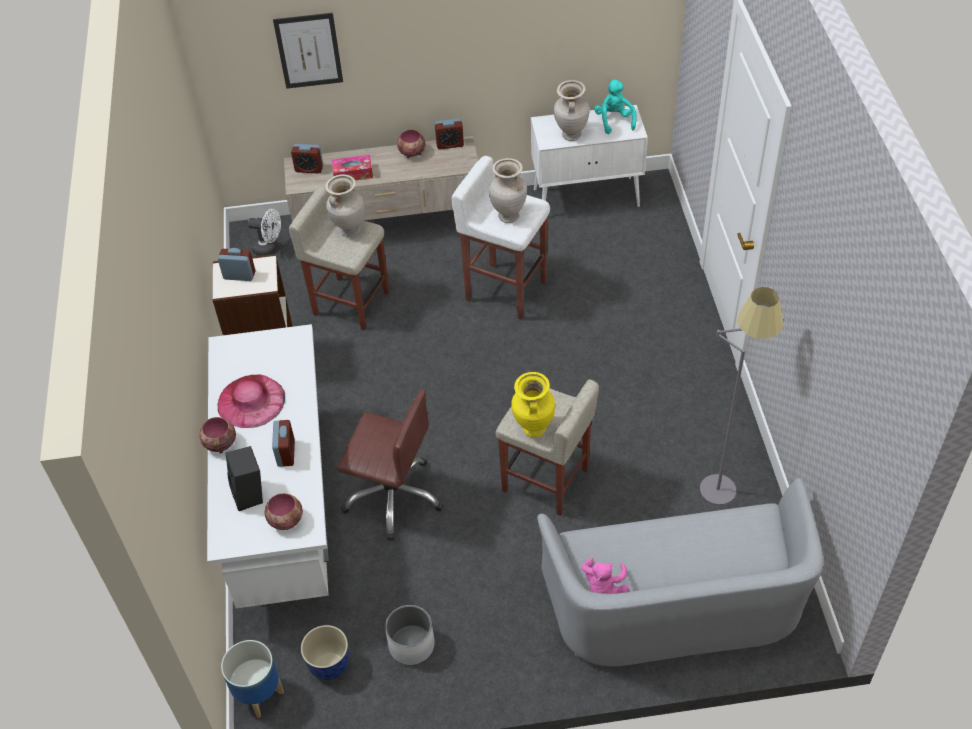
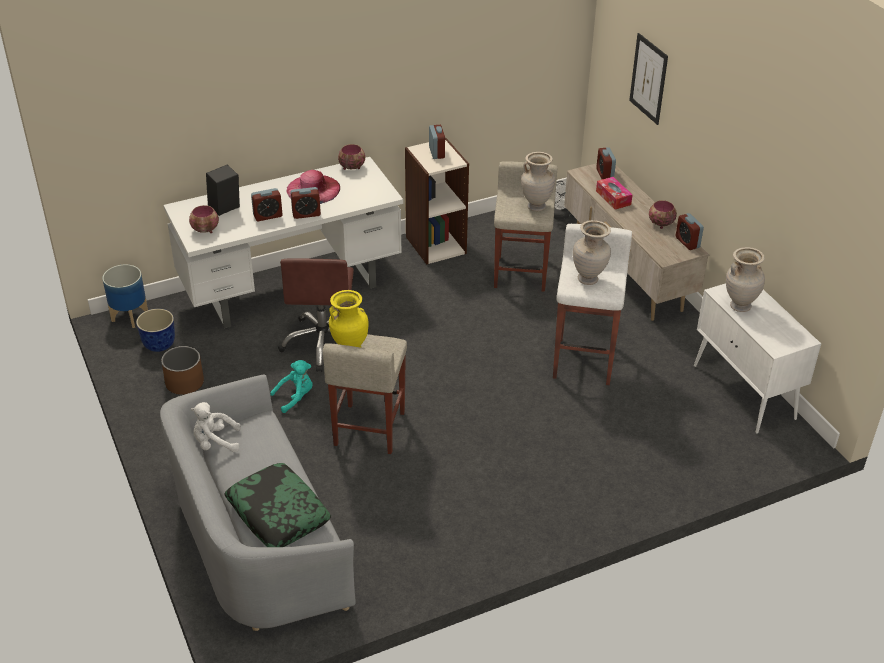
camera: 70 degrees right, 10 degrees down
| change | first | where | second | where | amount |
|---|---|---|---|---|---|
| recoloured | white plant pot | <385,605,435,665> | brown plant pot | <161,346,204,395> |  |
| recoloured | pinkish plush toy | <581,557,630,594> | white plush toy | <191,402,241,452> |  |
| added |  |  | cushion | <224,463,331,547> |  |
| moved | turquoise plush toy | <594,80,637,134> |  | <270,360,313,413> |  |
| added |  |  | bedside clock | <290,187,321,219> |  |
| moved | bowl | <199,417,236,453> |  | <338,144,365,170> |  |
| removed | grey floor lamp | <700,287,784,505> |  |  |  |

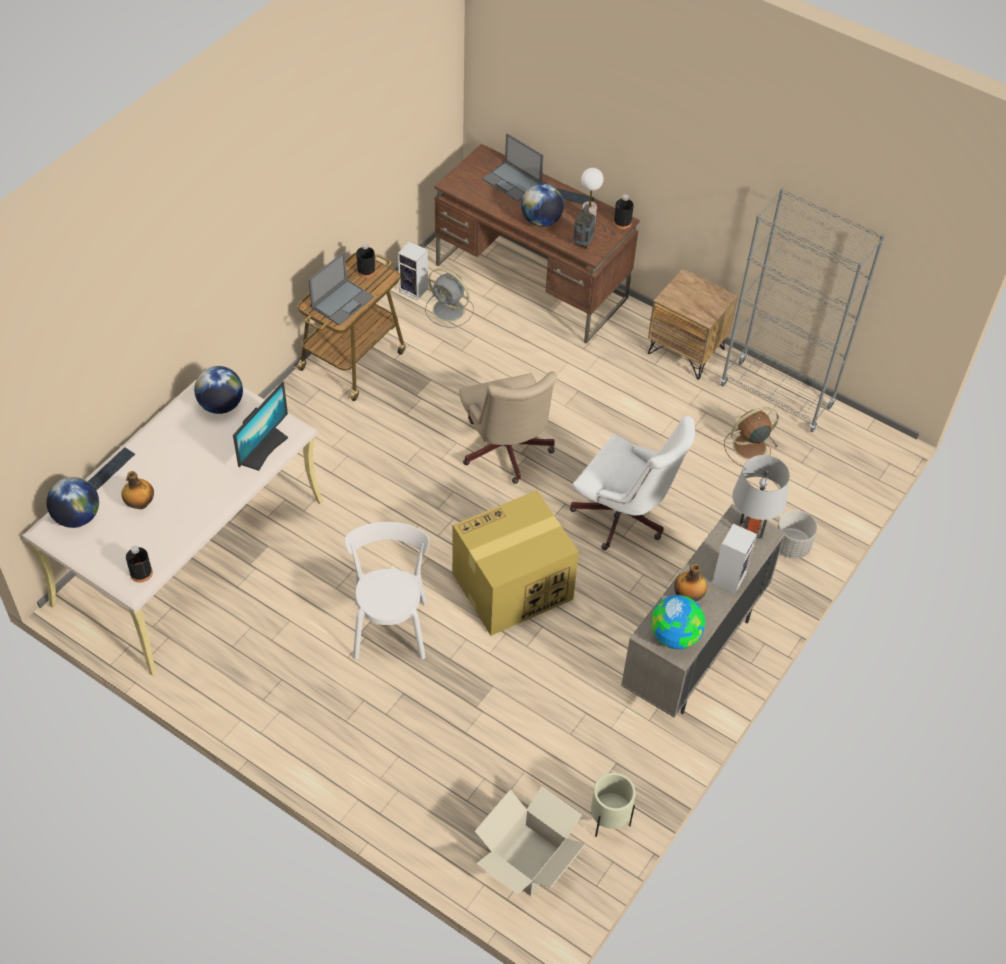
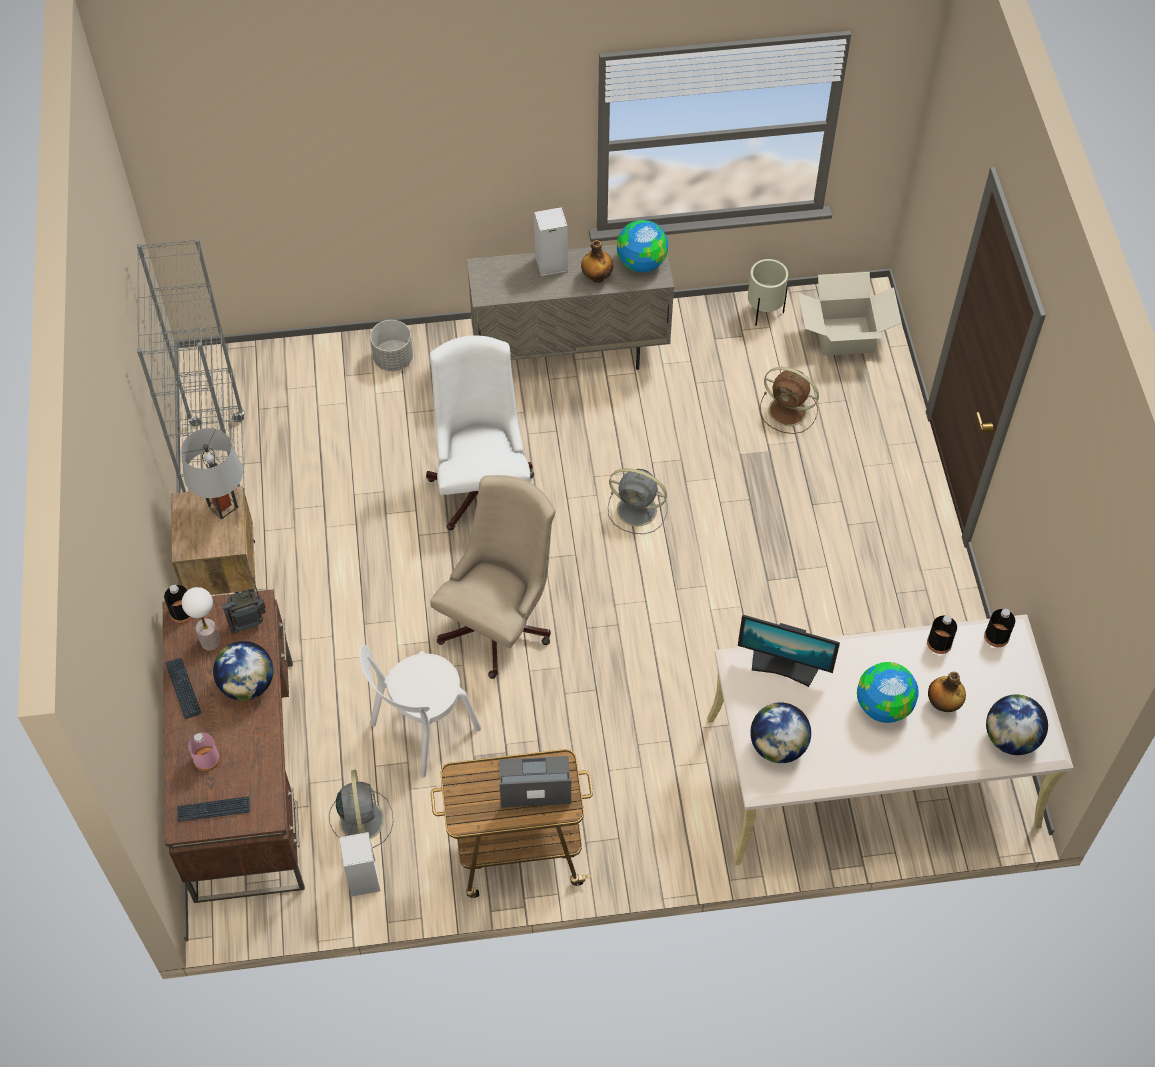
camera: 130 degrees left, 5 degrees up
| change | first | where | second | where | amount |
|---|---|---|---|---|---|
| moved | PC keyboard | <88,447,135,491> |  | <177,796,250,822> |  |
| moved | grey lamp for a table | <732,455,789,538> |  | <181,428,243,520> |  |
| replaced | notebook computer | <482,133,544,201> | pinkish drink bottle | <188,732,220,771> |  |
| moved | white upright chair | <345,522,429,660> |  | <359,644,481,778> |  |
| replaced | packing box | <452,490,579,636> | grey cooling fan | <608,468,668,534> |  |
| turned | computer screen | <233,382,288,471> |  | <738,615,840,687> | 150 degrees counterclockwise |
| moved | brown cooling fan | <724,407,779,467> |  | <760,367,819,434> |  |
| added |  |  | desk globe | <857,662,919,723> |  |
| moved | blackish drink bottle | <356,243,376,278> |  | <927,615,957,654> |  |

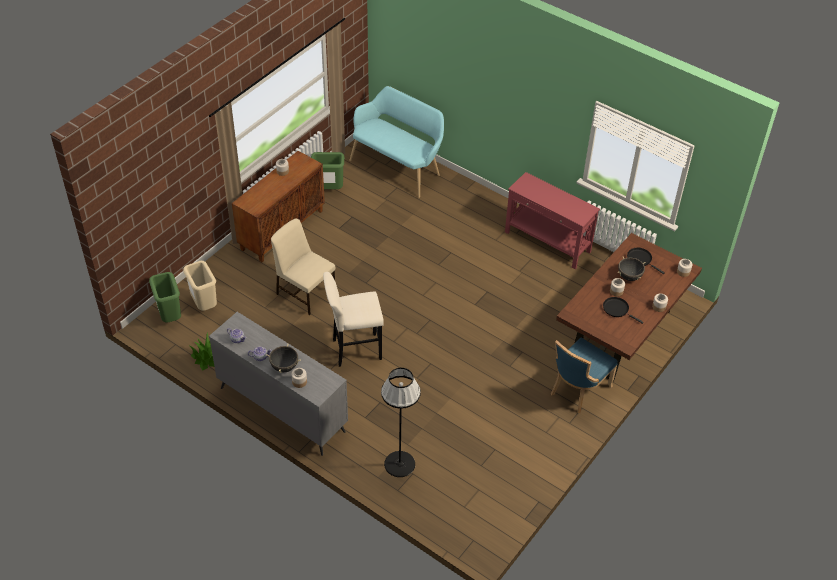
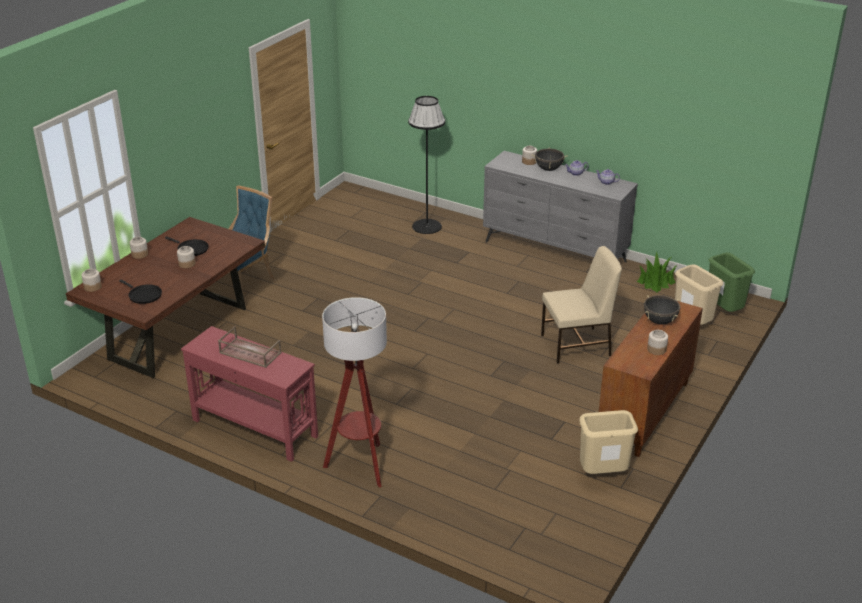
camera: 175 degrees right, 15 degrees down
| change | first | where | second | where | amount |
|---|---|---|---|---|---|
| added |  |  | brown carrying tray | <218,326,282,368> |  |
| added |  |  | floor lamp | <322,297,387,488> |  |
| turned | sand-coloured upright chair | <271,219,335,315> |  | <541,246,622,364> | 45 degrees counterclockwise |
| recoloured | greenish trash can | <311,152,345,189> | sand-coloured trash can | <579,410,638,474> |  |
| moved | blackish saucepot | <618,257,646,281> |  | <644,295,680,325> |  |
| removed | sand-coloured stool seat | <323,272,384,367> |  |  |  |
| removed | turquoise indoor bench | <349,86,444,198> |  |  |  |

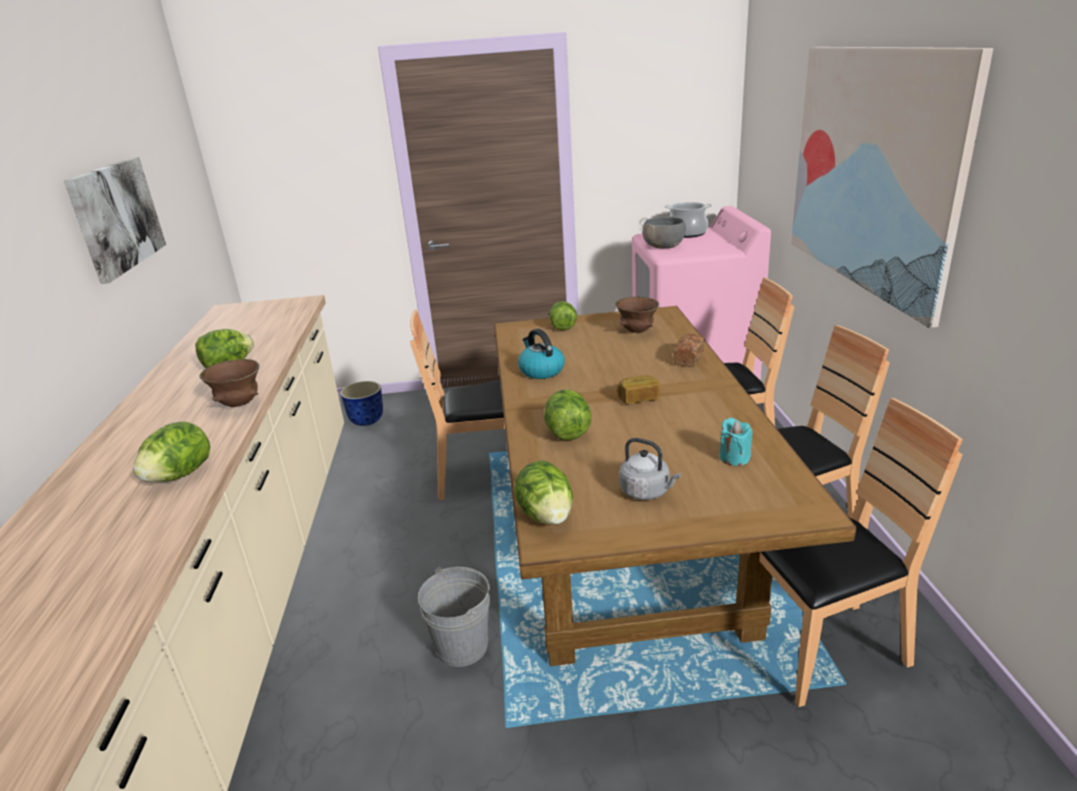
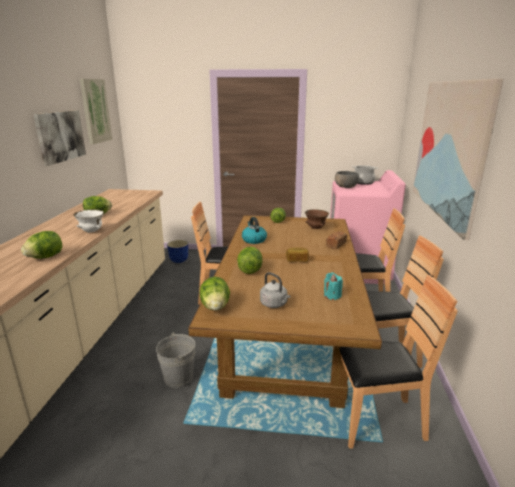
camera: 10 degrees right, 5 degrees down
| change | first | where | second | where | amount |
|---|---|---|---|---|---|
| recoloured | brown bowl | <200,359,259,407> | white bowl | <73,209,104,233> |  |
| added |  |  | wall art | <80,79,112,144> |  |

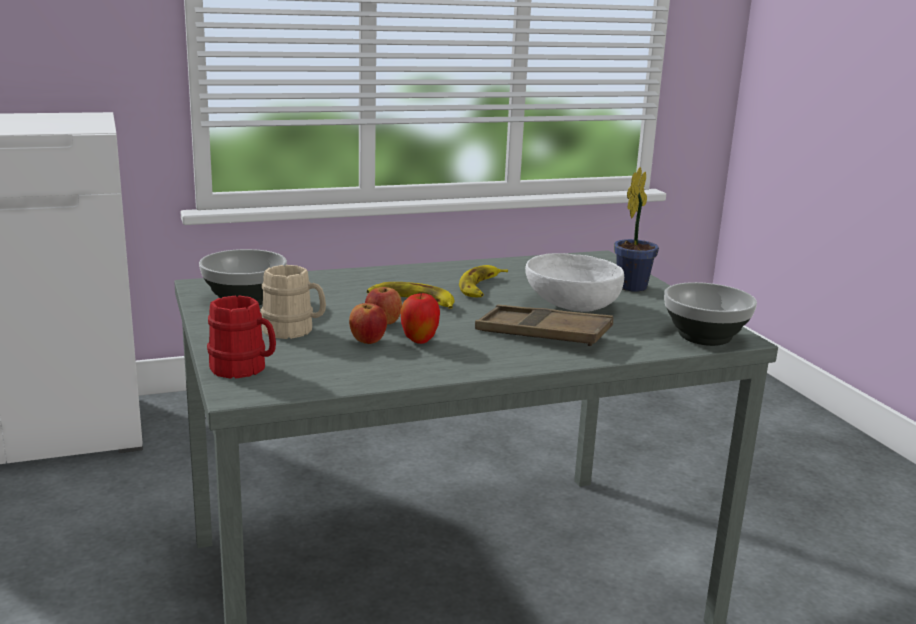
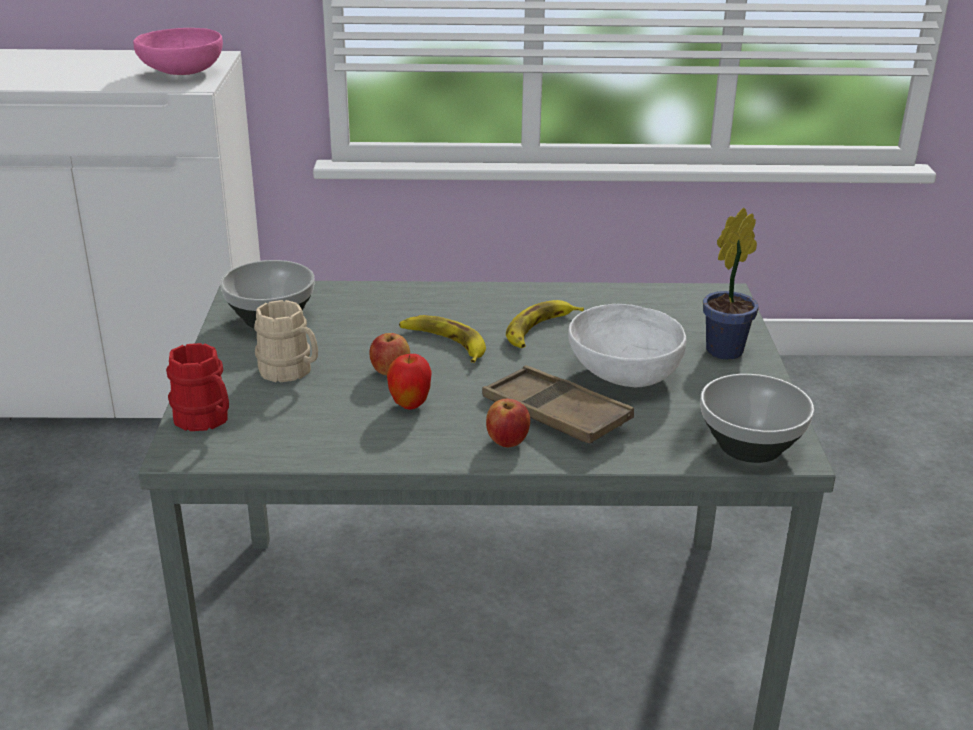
camera: 20 degrees right, 10 degrees up
| change | first | where | second | where | amount |
|---|---|---|---|---|---|
| added |  |  | pinkish bowl | <133,28,223,75> |  |
| moved | apple | <349,303,387,344> |  | <486,399,530,448> |  |

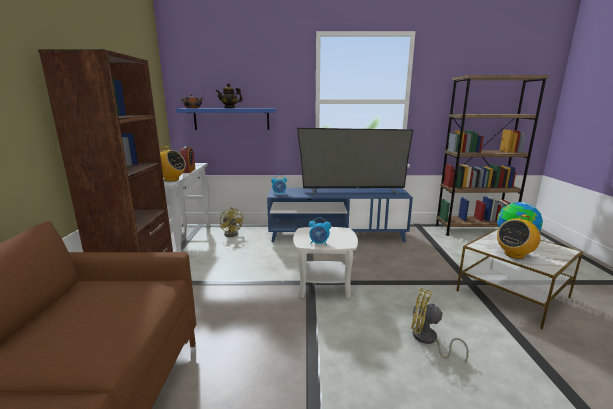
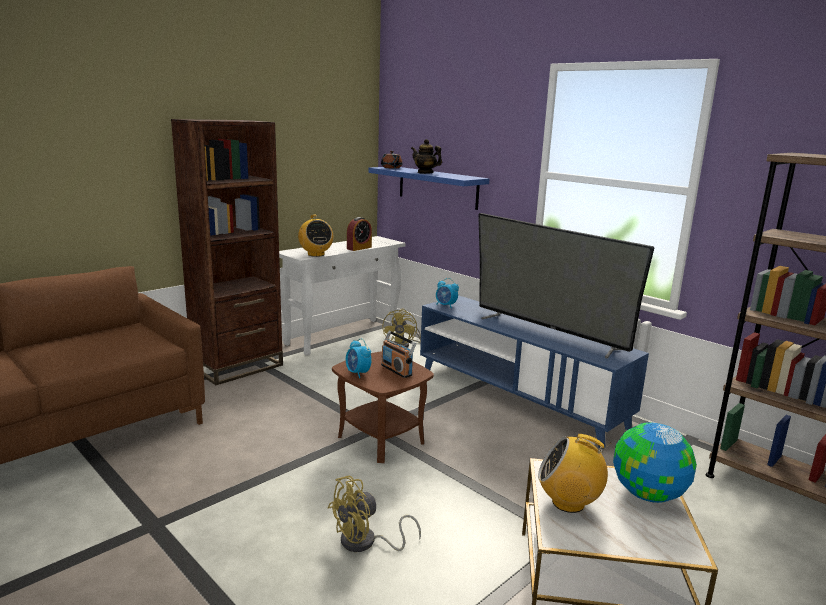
camera: 45 degrees right, 0 degrees up
| change | first | where | second | where | amount |
|---|---|---|---|---|---|
| turned | yellowish cooling fan | <411,288,469,362> |  | <328,476,421,552> | 105 degrees counterclockwise |
| recoloured | white accent table | <293,227,358,299> | brown accent table | <332,351,434,463> |  |
| added |  |  | radio set | <381,331,416,378> |  |

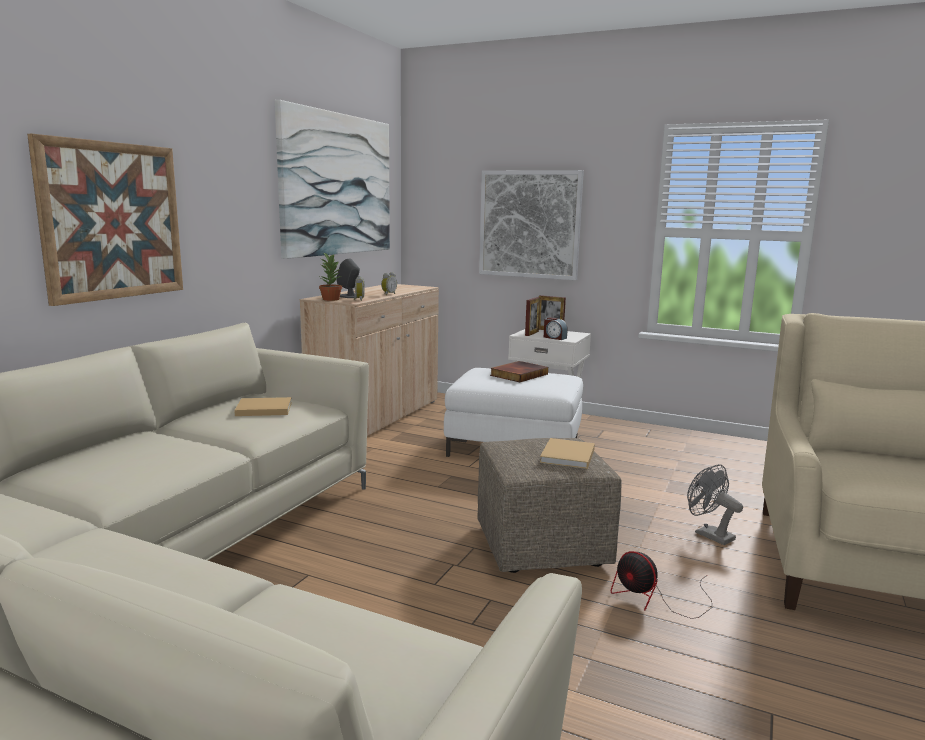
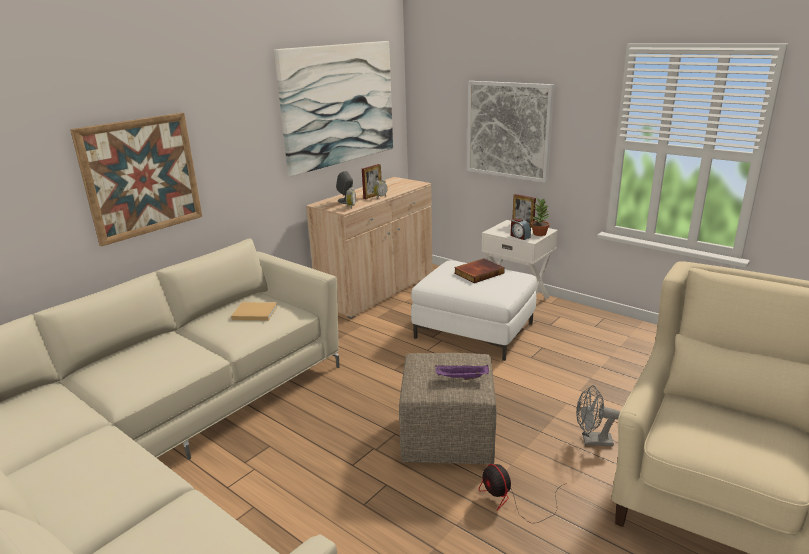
camera: 15 degrees right, 10 degrees up
| change | first | where | second | where | amount |
|---|---|---|---|---|---|
| moved | picture frame | <525,297,540,336> |  | <362,164,381,199> |  |
| replaced | sand-coloured book | <540,438,595,469> | purple carrying tray | <435,365,489,380> |  |
| moved | potted plant | <319,253,342,301> |  | <531,197,550,236> |  |
| turned | grey cooling fan | <687,464,743,545> |  | <576,385,620,446> | 60 degrees counterclockwise |

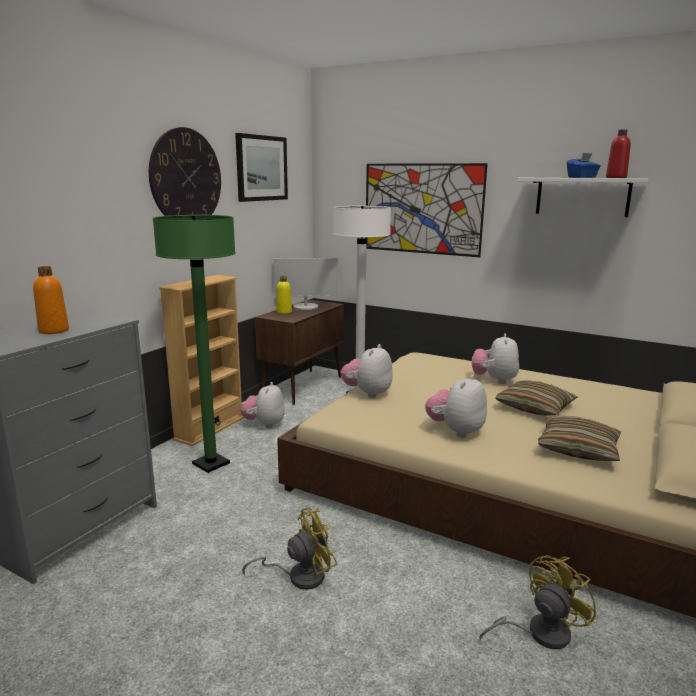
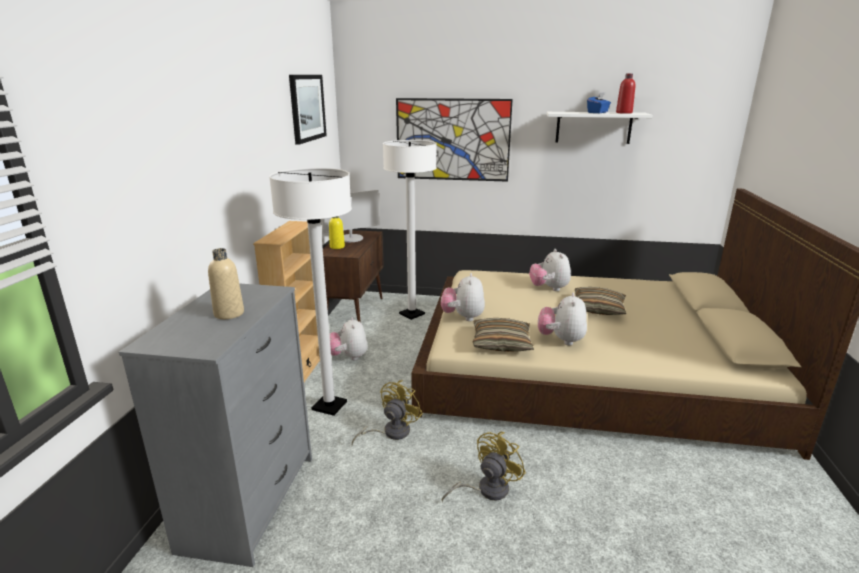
camera: 20 degrees left, 5 degrees up
| change | first | where | second | where | amount |
|---|---|---|---|---|---|
| recoloured | orangey drink bottle | <33,266,69,334> | sand-coloured drink bottle | <208,248,244,319> |  |
| recoloured | greenish floor lamp | <152,215,236,473> | white floor lamp | <269,168,352,416> |  |
| moved | yellowish cooling fan | <479,555,597,649> |  | <352,380,423,445> |  |
| moved | cushion | <538,416,622,461> |  | <473,318,534,352> |  |
| removed | wall clock | <149,127,221,216> |  |  |  |

